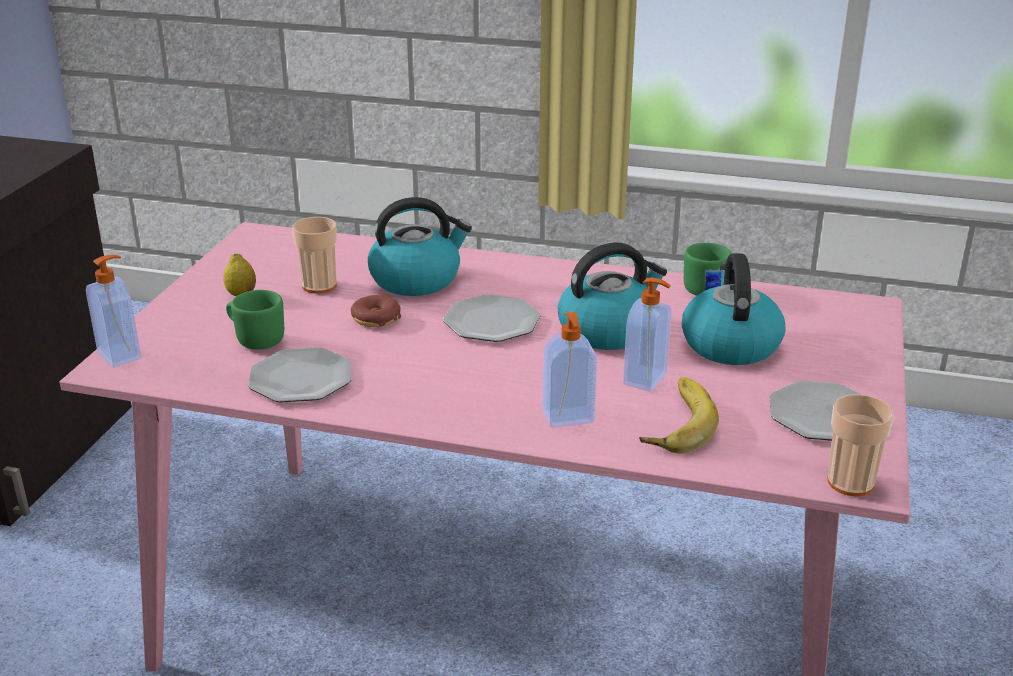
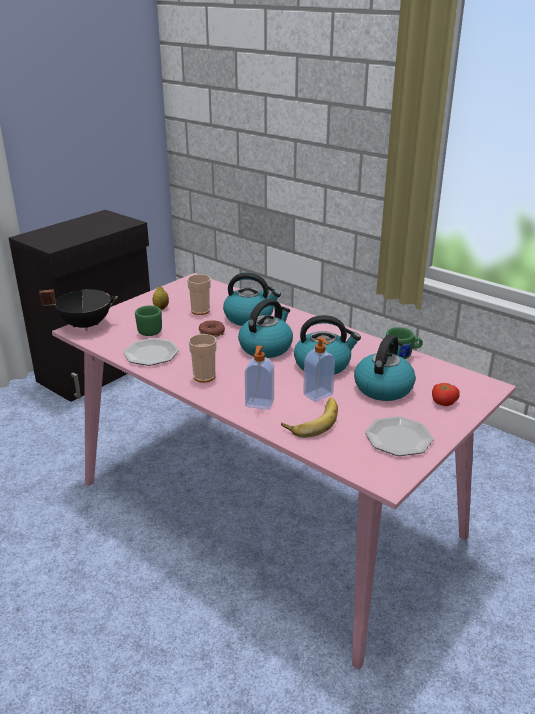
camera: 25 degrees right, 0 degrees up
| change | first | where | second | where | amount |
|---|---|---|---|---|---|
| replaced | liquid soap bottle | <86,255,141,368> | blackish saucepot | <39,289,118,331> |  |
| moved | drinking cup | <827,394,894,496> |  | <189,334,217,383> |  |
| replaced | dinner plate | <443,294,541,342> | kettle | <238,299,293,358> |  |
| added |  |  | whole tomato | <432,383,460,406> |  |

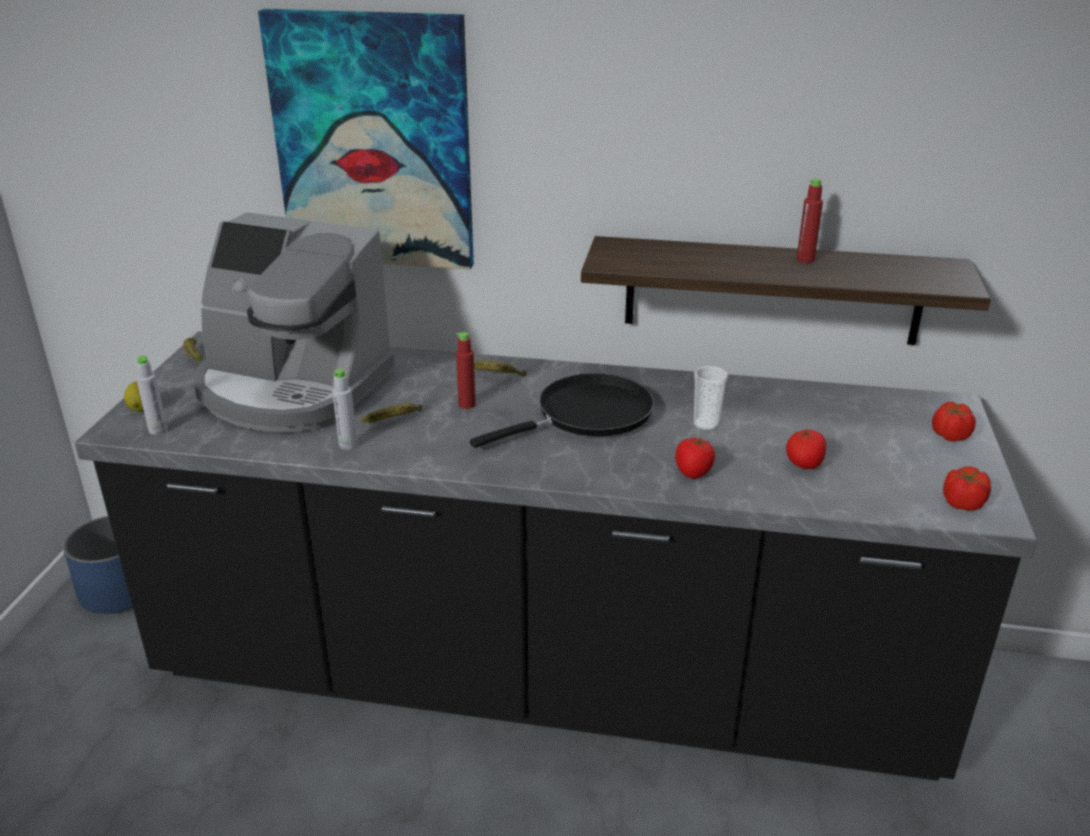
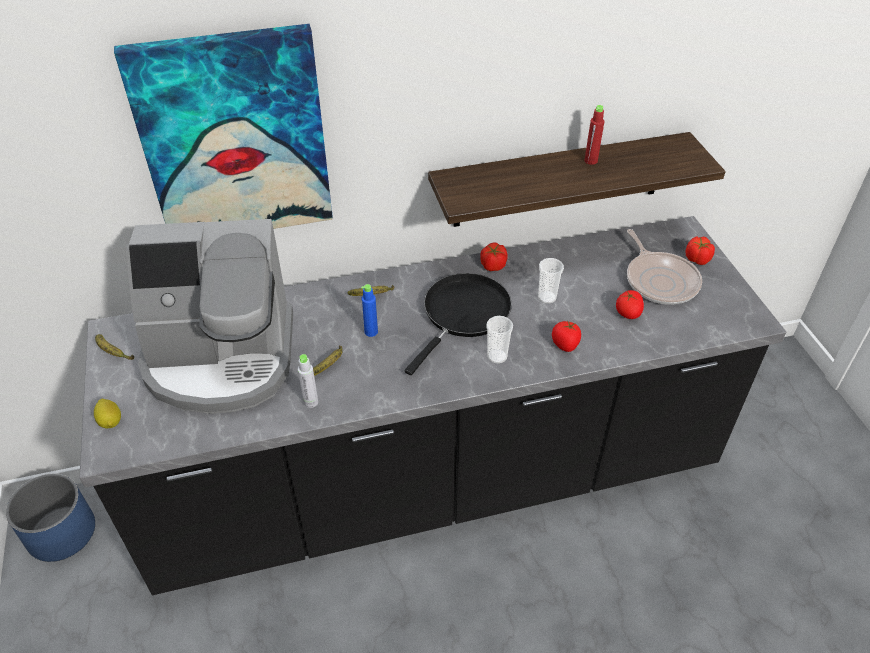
camera: 25 degrees left, 15 degrees up
| change | first | where | second | where | amount |
|---|---|---|---|---|---|
| recoloured | red drink bottle | <456,332,476,409> | bluish drink bottle | <361,284,378,337> |  |
| moved | whole tomato | <943,466,991,511> |  | <480,242,508,271> |  |
| added |  |  | drinking cup | <486,316,513,364> |  |
| added |  |  | frying pan | <627,229,702,305> |  |
| removed | grey drink bottle | <136,355,167,435> |  |  |  |

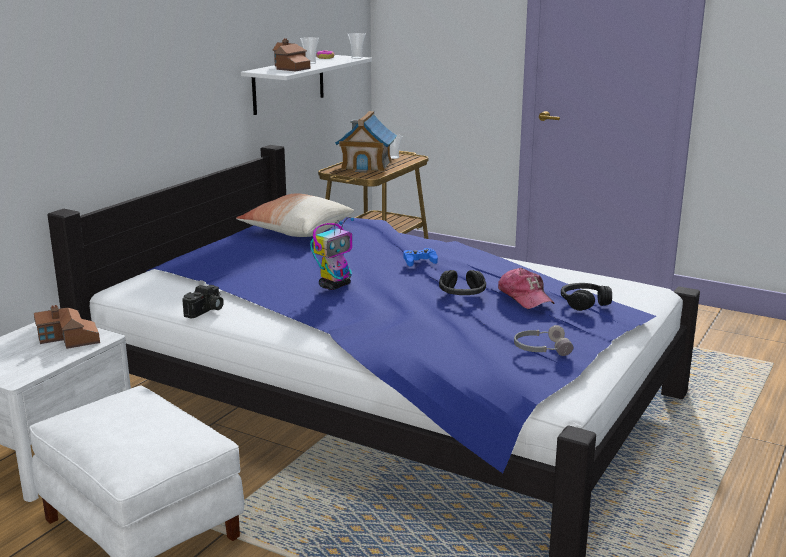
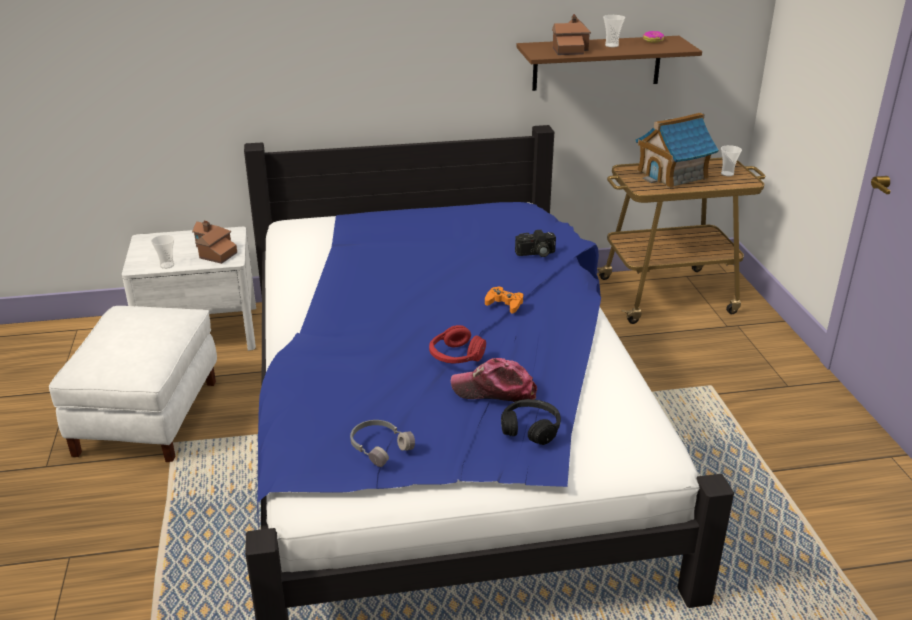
camera: 50 degrees right, 10 degrees up
| change | first | where | second | where | amount |
|---|---|---|---|---|---|
| moved | drinking cup | <348,33,366,59> |  | <151,235,174,269> |  |
| recoloured | blackish headphones | <439,270,486,295> | red headphones | <429,325,486,363> |  |
| turned | peaked cap | <498,268,555,309> |  | <451,358,537,402> | 75 degrees clockwise |
| recoloured | bluish game controller | <403,248,438,266> | orangey game controller | <485,286,523,313> |  |
| moved | photo camera | <182,285,224,319> |  | <515,230,556,257> |  |
| recoloured | white wall shelf | <241,55,372,115> | brown wall shelf | <516,36,702,91> |  |
| removed | cushion | <236,193,354,237> |  |  |  |
| removed | toy robot | <310,217,354,290> |  |  |  |

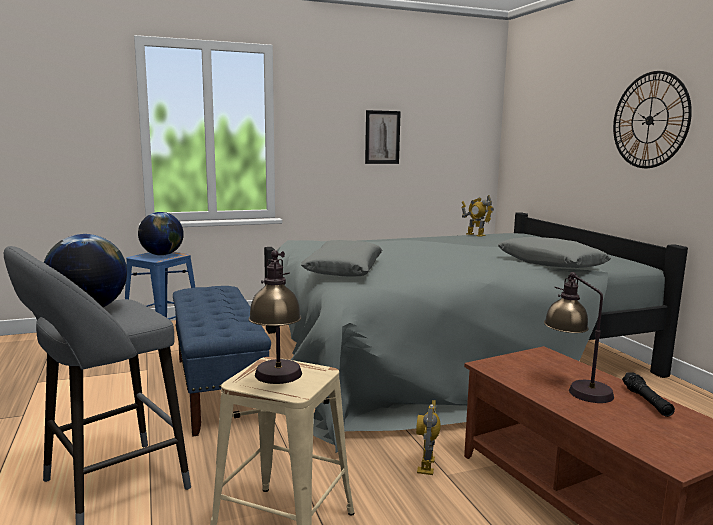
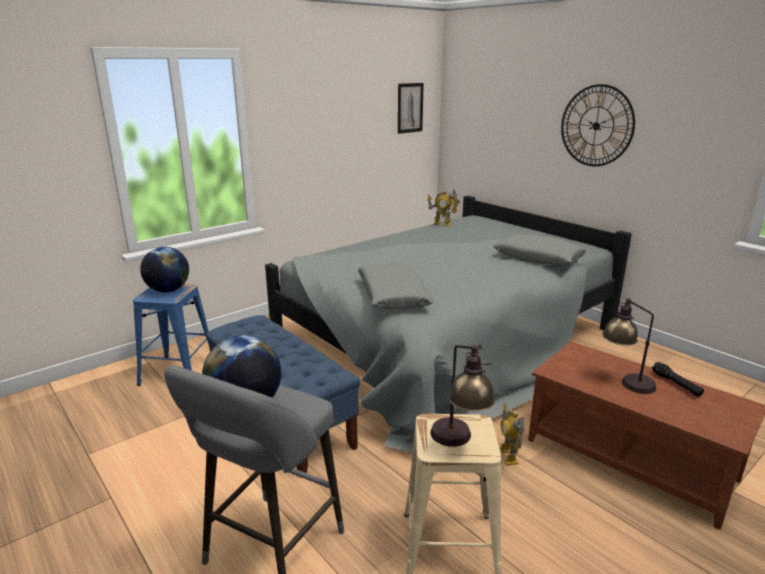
camera: 20 degrees left, 10 degrees up
| change | first | where | second | where | amount |
|---|---|---|---|---|---|
| moved | wall art | <365,110,401,164> |  | <398,83,424,134> |  |

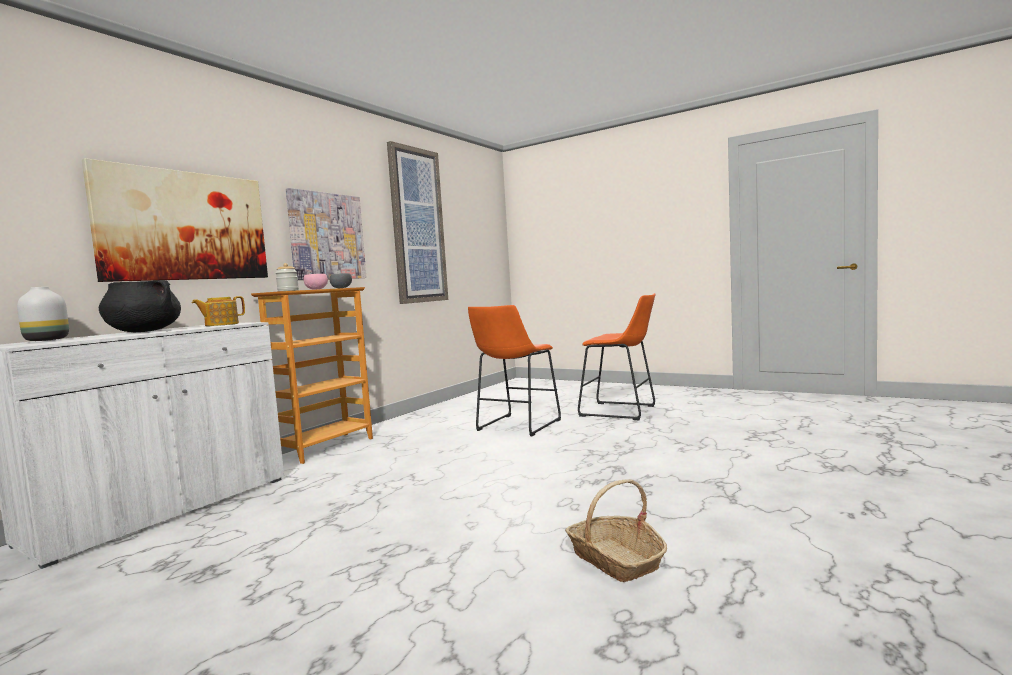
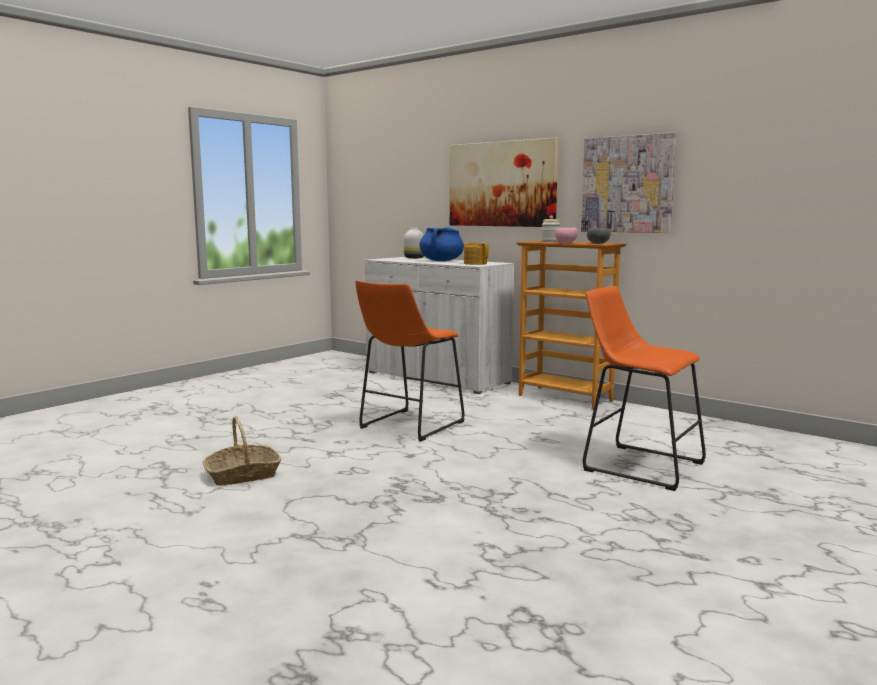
camera: 95 degrees right, 5 degrees up
| change | first | where | second | where | amount |
|---|---|---|---|---|---|
| moved | orangey stool seat | <578,293,655,420> |  | <356,281,464,441> |  |
| recoloured | blackish saucepot | <99,280,181,332> | bluish saucepot | <419,227,464,261> |  |
| removed | wall art | <387,141,448,304> |  |  |  |

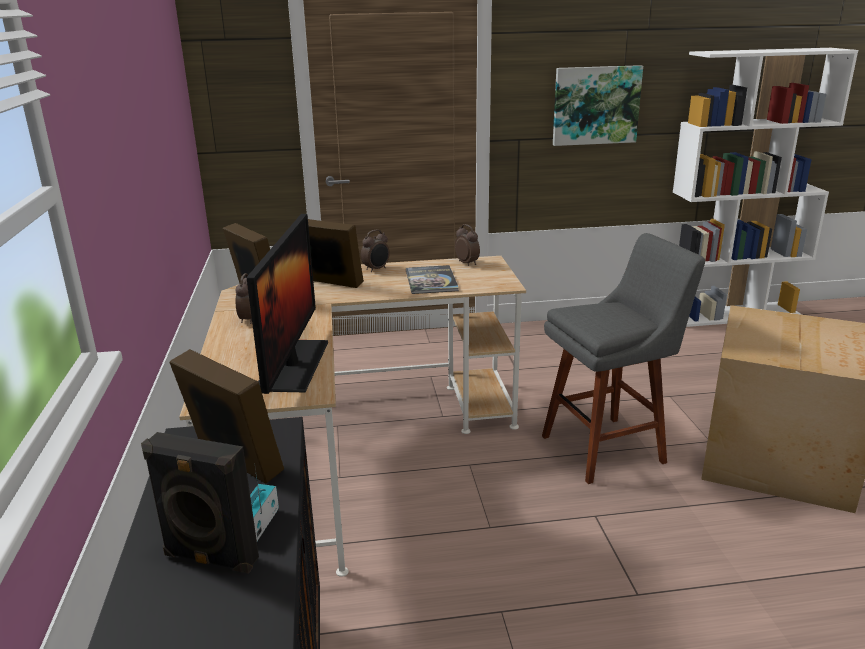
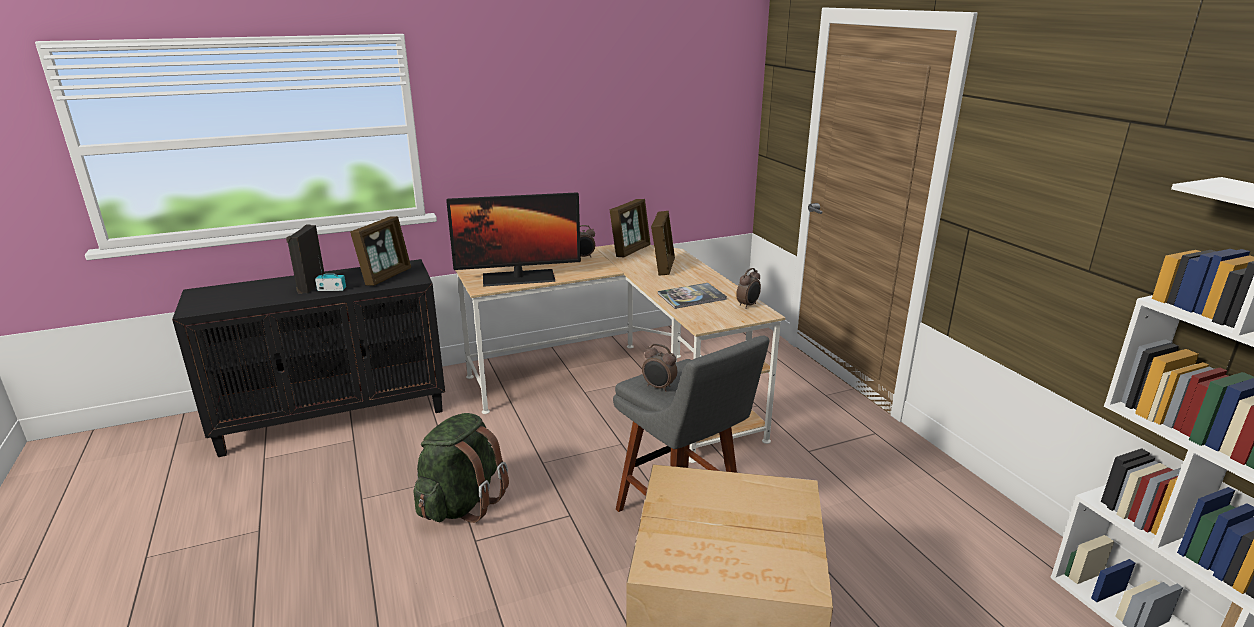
camera: 75 degrees right, 0 degrees up
| change | first | where | second | where | amount |
|---|---|---|---|---|---|
| added |  |  | greenish backpack | <413,413,509,523> |  |
| moved | bedside clock | <361,230,390,272> |  | <642,344,677,392> |  |
| removed | wall art | <553,65,643,146> |  |  |  |

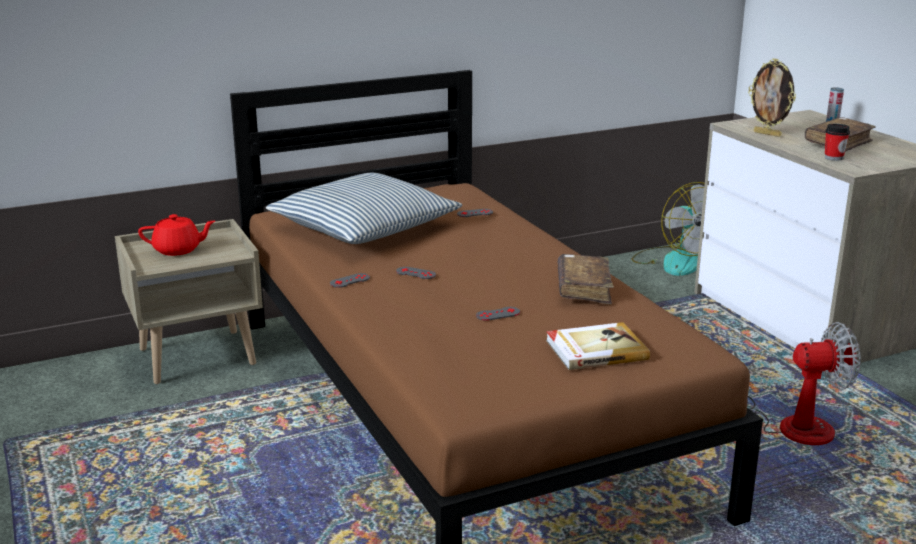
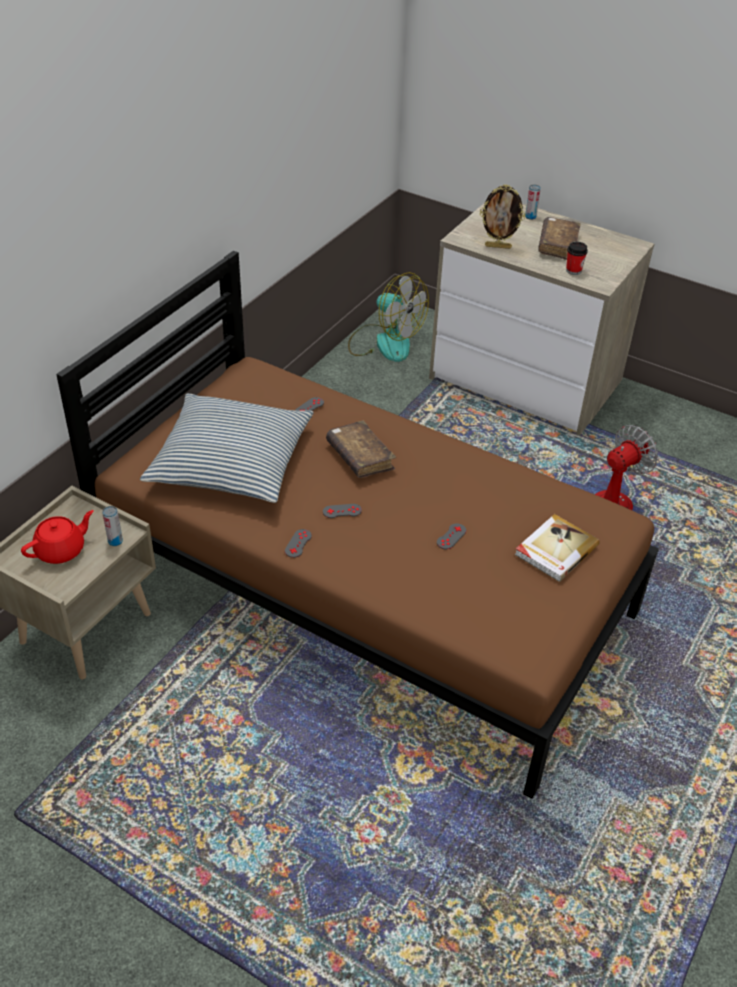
camera: 35 degrees left, 20 degrees up
| change | first | where | second | where | amount |
|---|---|---|---|---|---|
| added |  |  | metal can | <102,506,123,546> |  |
| moved | brown book | <558,254,614,304> |  | <326,421,396,478> |  |

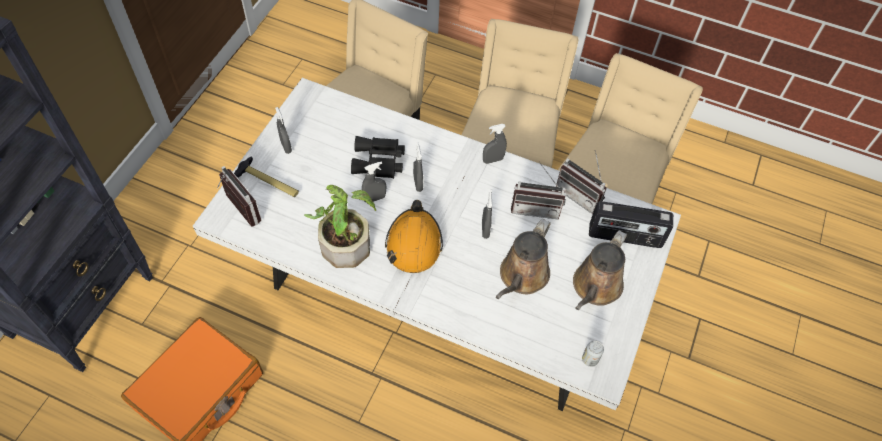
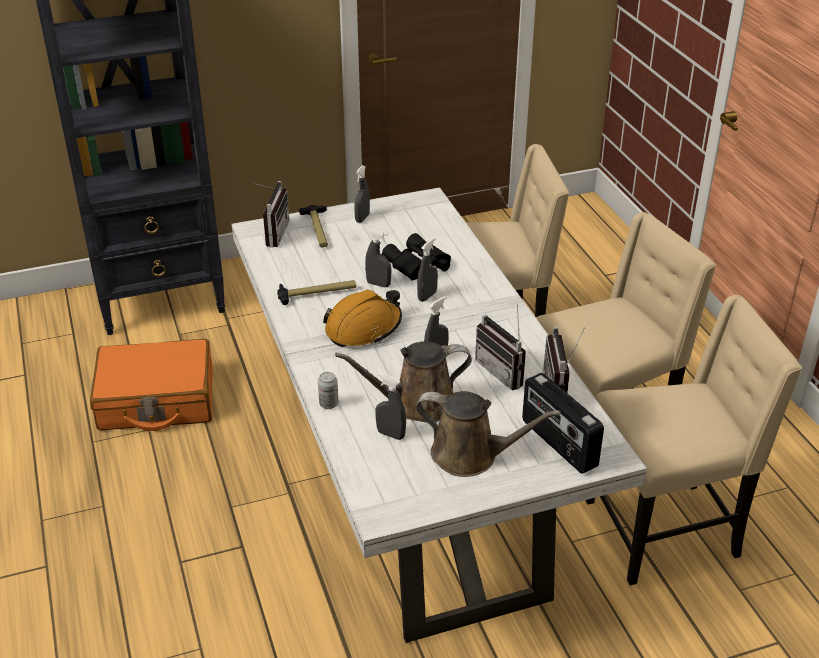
camera: 50 degrees right, 20 degrees down
| change | first | where | second | where | amount |
|---|---|---|---|---|---|
| replaced | potted plant | <304,185,376,268> | tool hammer | <277,280,356,305> |  |
| moved | metal can | <582,341,604,367> |  | <318,372,338,409> |  |
| moved | grey hand sprayer | <483,124,507,164> |  | <375,373,406,440> |  |
| turned | brown sprinkling can | <573,230,627,310> |  | <416,391,561,477> | 150 degrees counterclockwise |

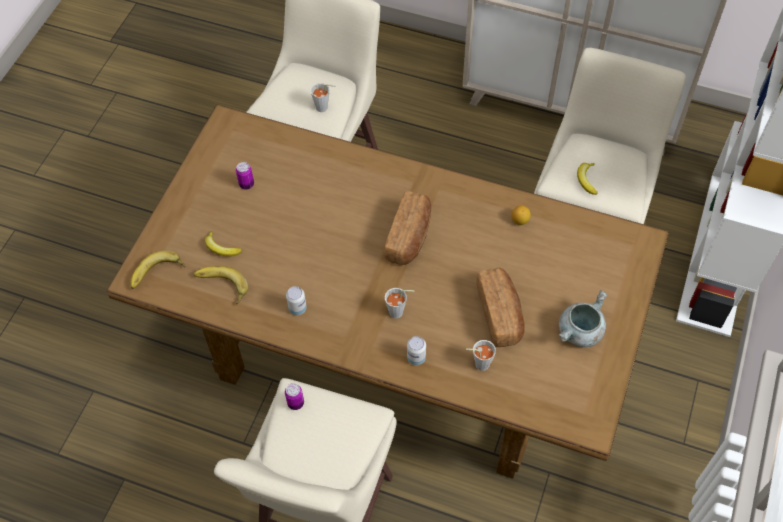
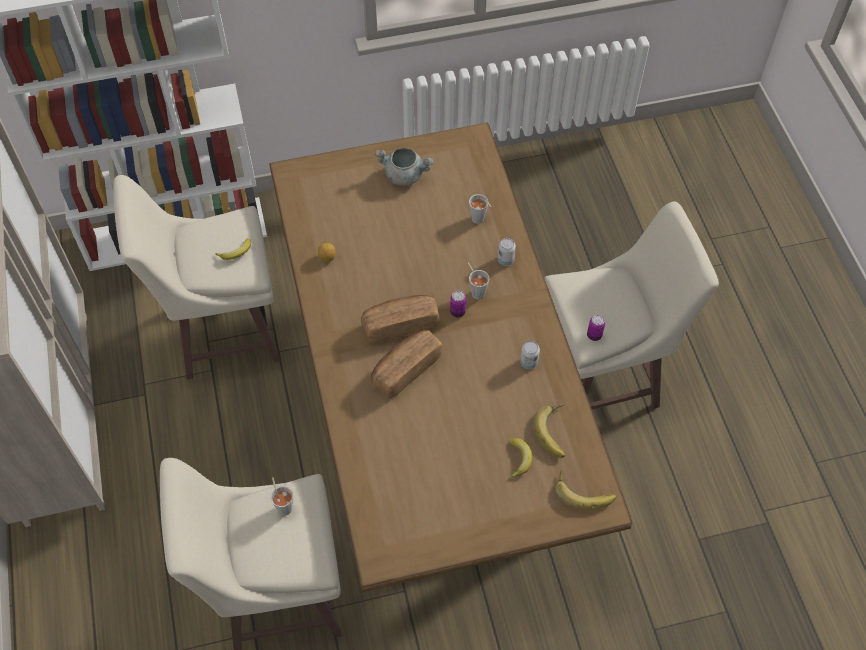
camera: 125 degrees left, 0 degrees up
| change | first | where | second | where | amount |
|---|---|---|---|---|---|
| moved | bakery bread | <477,268,525,347> |  | <371,330,442,398> |  |
| moved | metal can | <236,162,254,190> |  | <450,290,466,317> |  |

